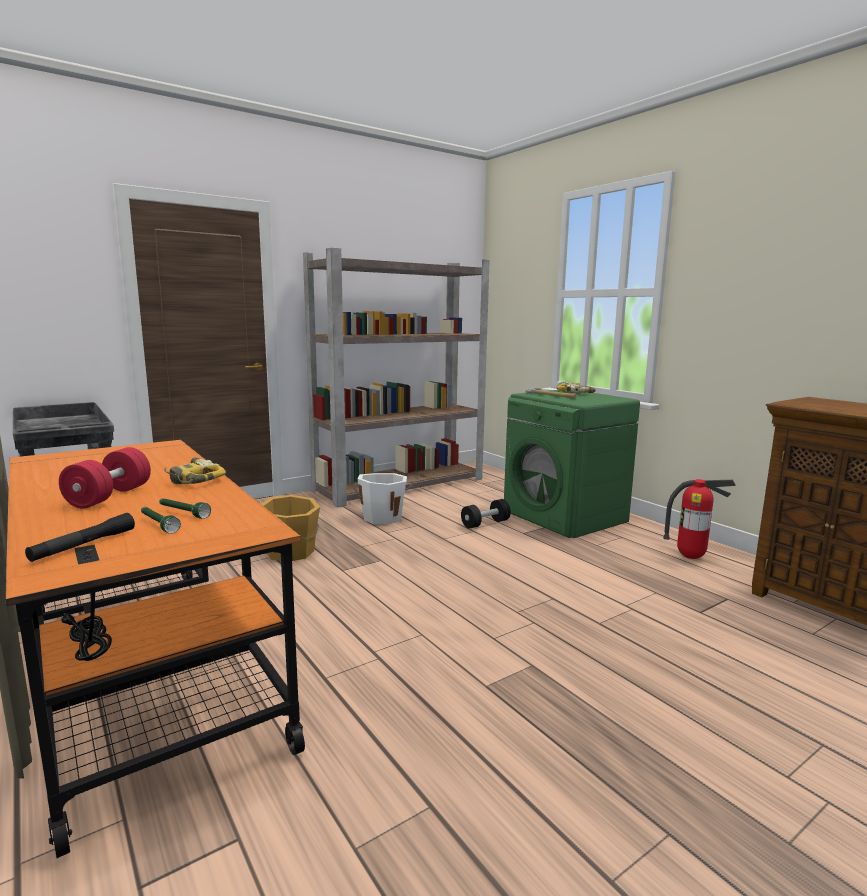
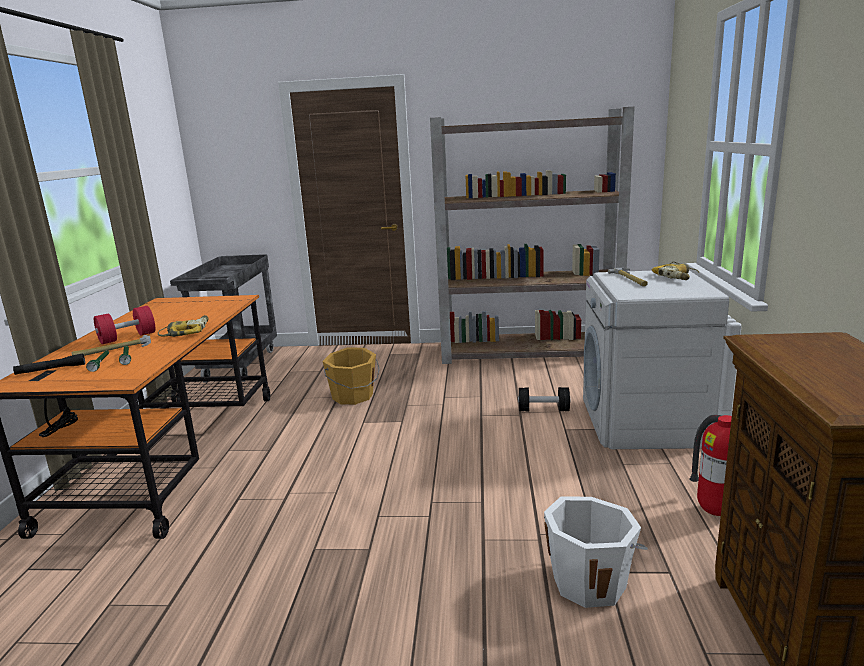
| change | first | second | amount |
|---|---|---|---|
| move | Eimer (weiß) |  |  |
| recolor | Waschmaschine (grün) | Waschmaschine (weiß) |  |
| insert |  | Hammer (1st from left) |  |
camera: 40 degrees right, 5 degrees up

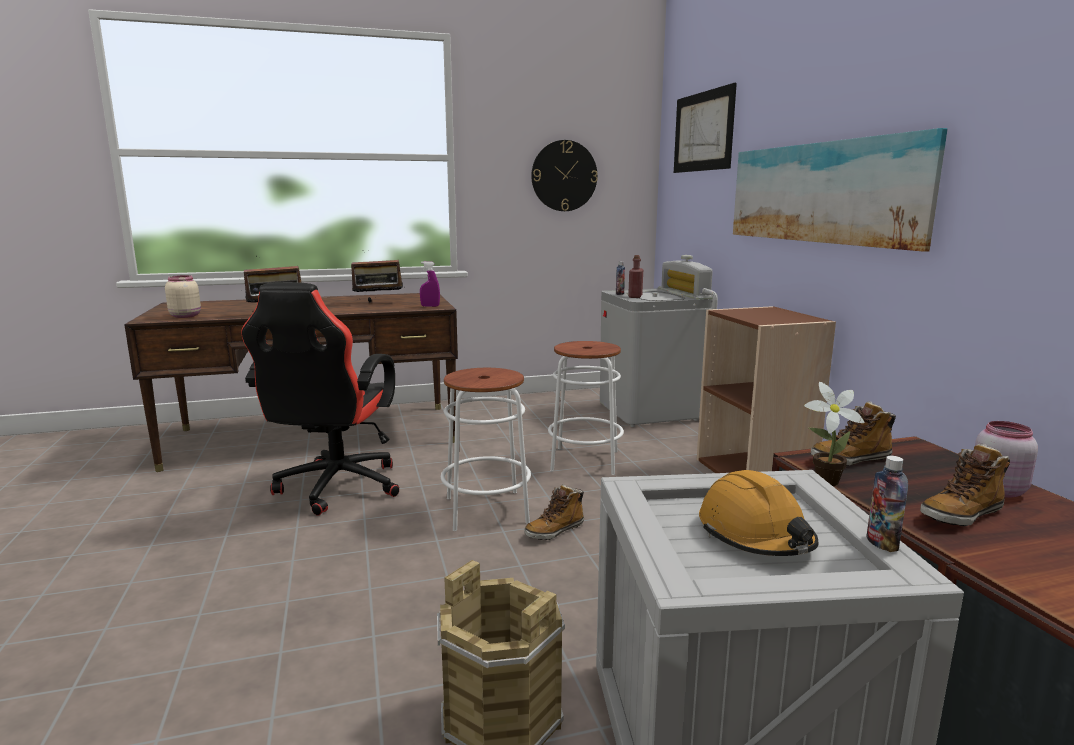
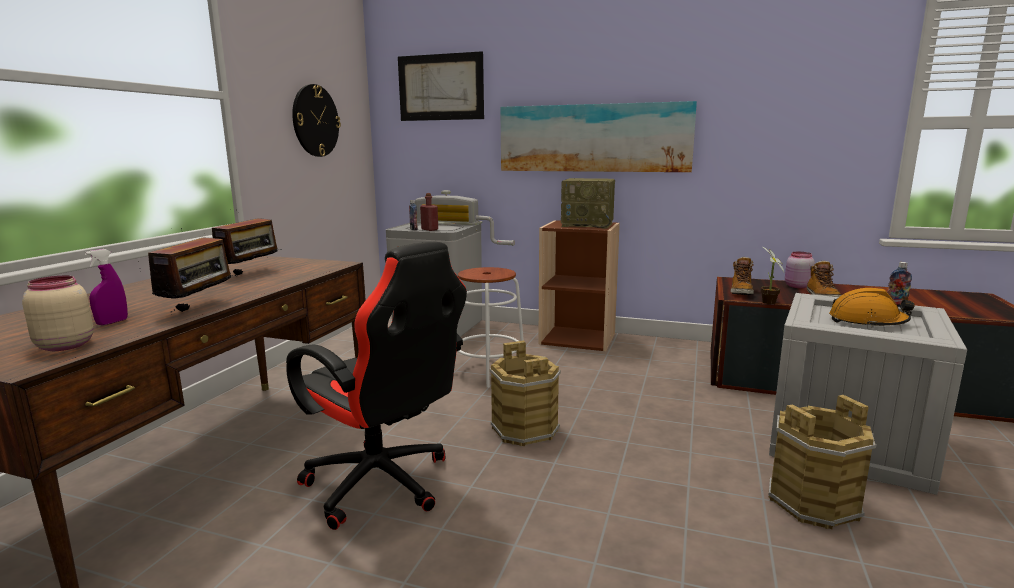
| change | first | second | amount |
|---|---|---|---|
| move | Sprühflasche (lila) |  |  |
| replace | Hocker (weiß) (1st from left) | Eimer (braun) (1st from left) |  |
| delete | Stiefel (1st from left) |  |  |
| insert |  | Radio (3rd from left) |  |
camera: 55 degrees left, 0 degrees up

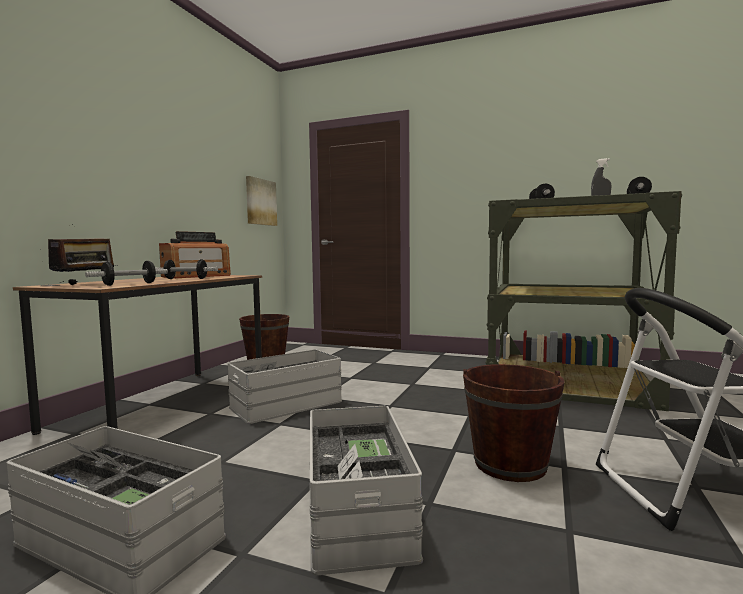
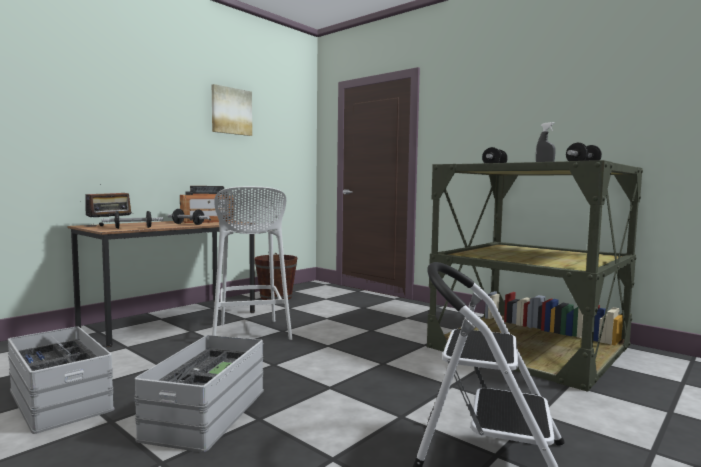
| change | first | second | amount |
|---|---|---|---|
| replace | Aufbewahrungsbox (grau) (2nd from left) | Hocker (weiß) |  |
| move | Bild |  |  |
| delete | Eimer (braun) (2nd from left) |  |  |
camera: 20 degrees right, 0 degrees up

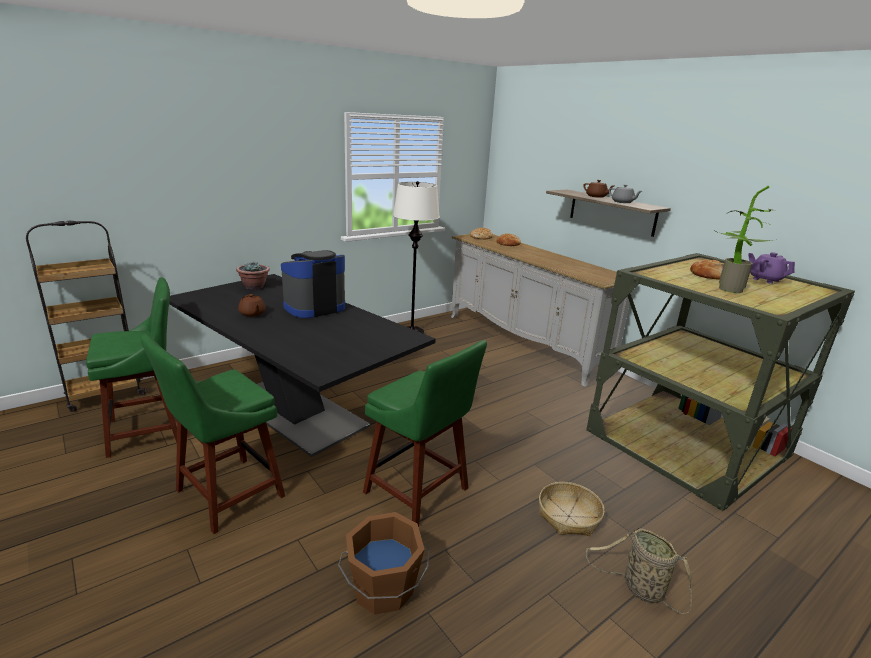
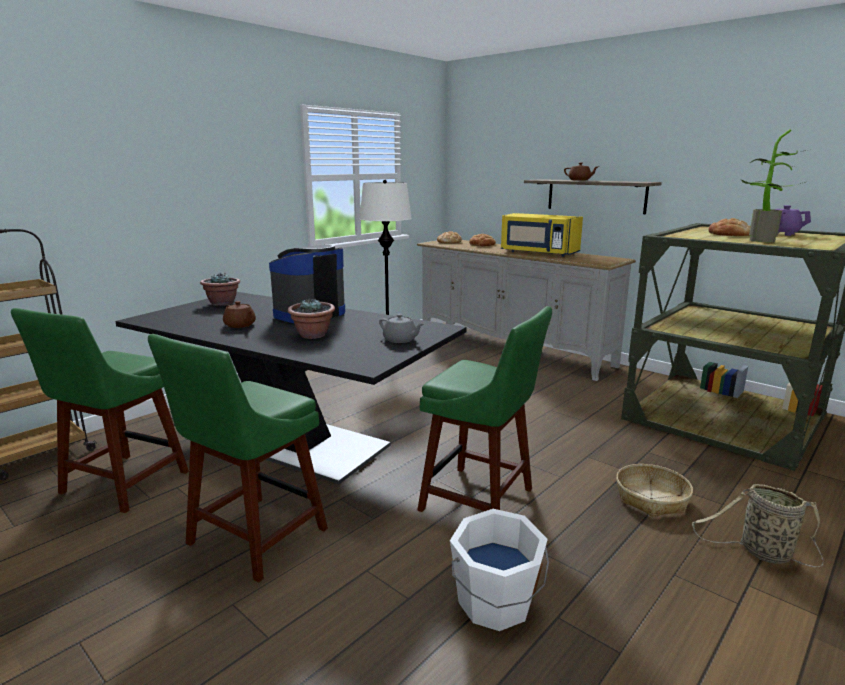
| change | first | second | amount |
|---|---|---|---|
| rotate | Stuhl (grün) (1st from left) |  | 150 degrees clockwise |
| recolor | Eimer (braun) | Eimer (weiß) |  |
| move | Teekanne (grau) |  |  |
| insert |  | Topfpflanze (2nd from left) |  |
| insert |  | Mikrowelle (gelb) |  |
camera: 10 degrees left, 5 degrees down

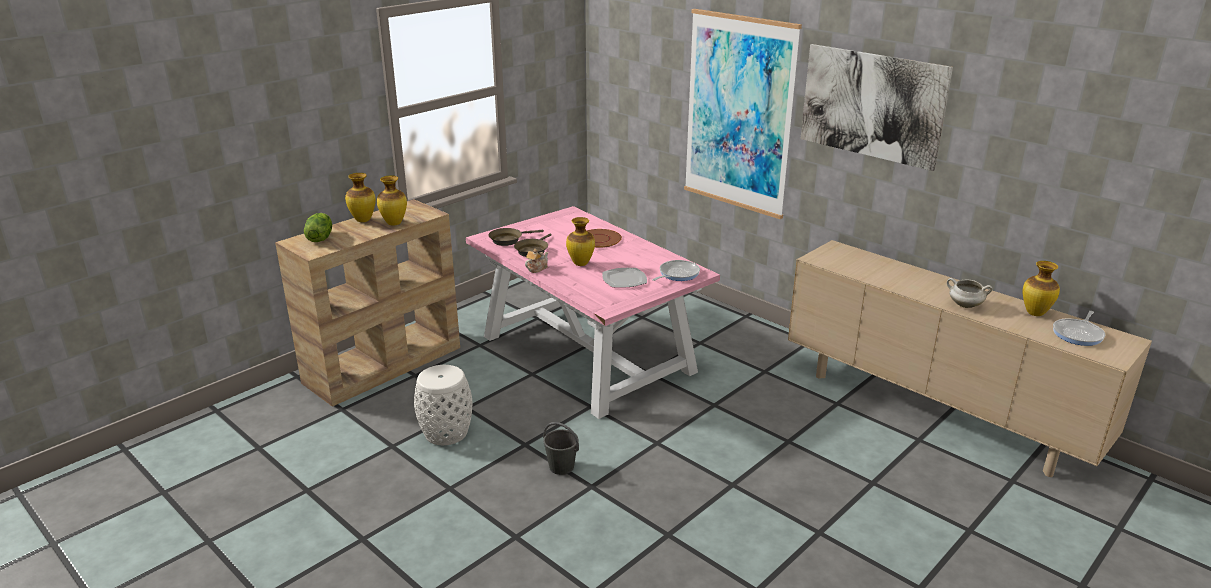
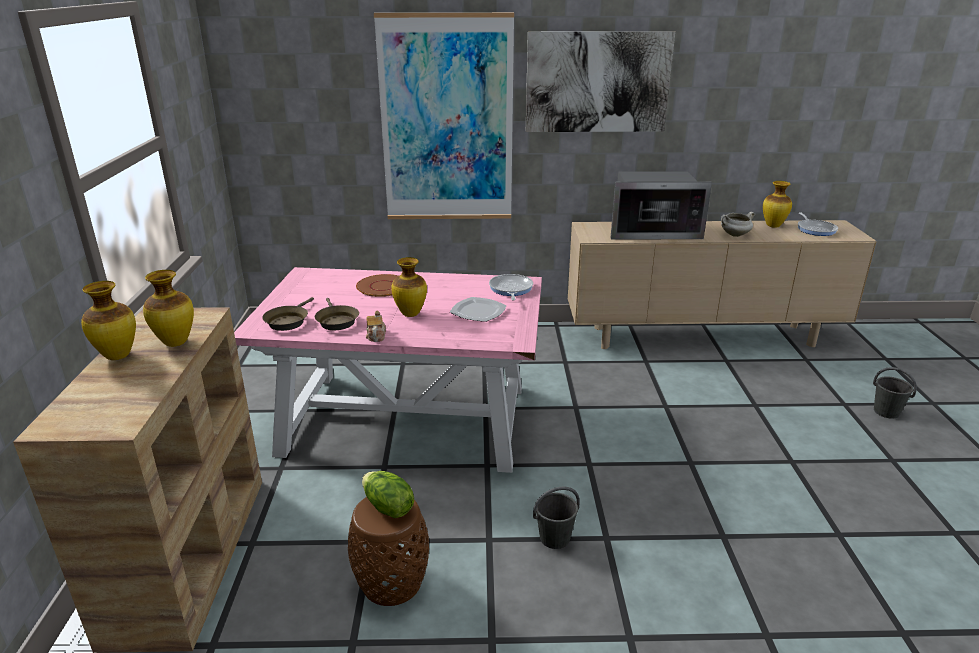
| change | first | second | amount |
|---|---|---|---|
| move | Salatkopf |  |  |
| recolor | Hocker (weiß) | Hocker (braun) |  |
| insert |  | Mikrowelle |  |
| insert |  | Eimer (grau) (2nd from left) |  |
camera: 45 degrees left, 0 degrees up

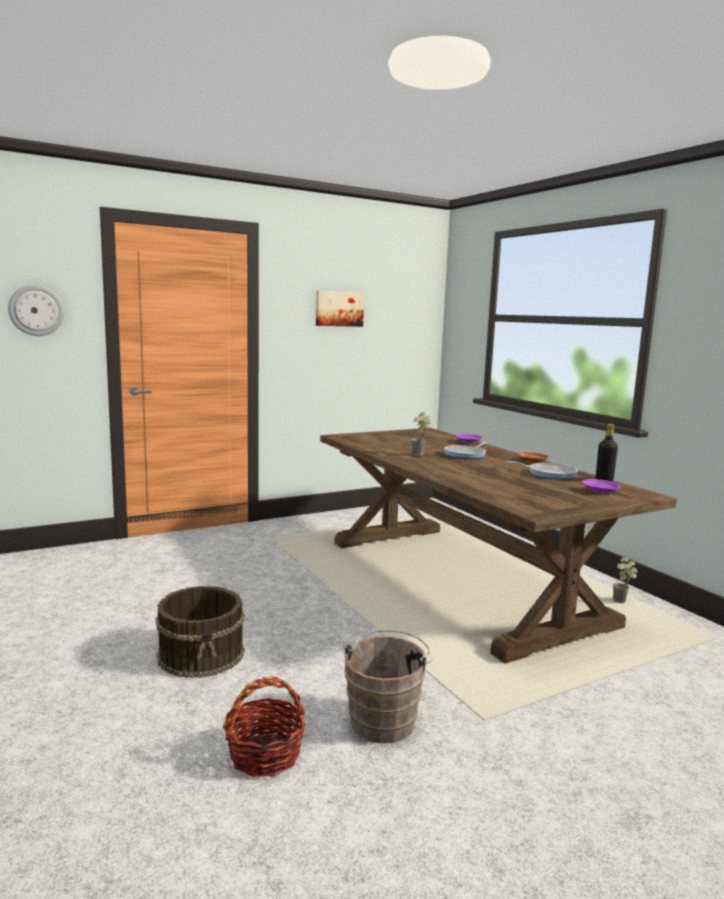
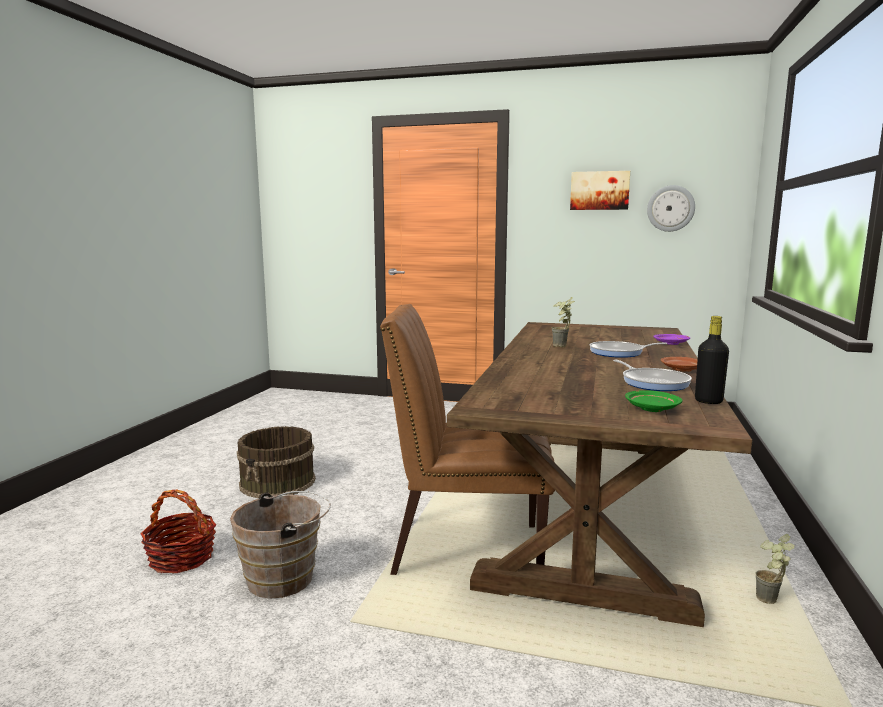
| change | first | second | amount |
|---|---|---|---|
| move | Wanduhr |  |  |
| recolor | Teller (lila) (2nd from left) | Teller (grün) |  |
| insert |  | Stuhl (braun) |  |
camera: 45 degrees right, 0 degrees up

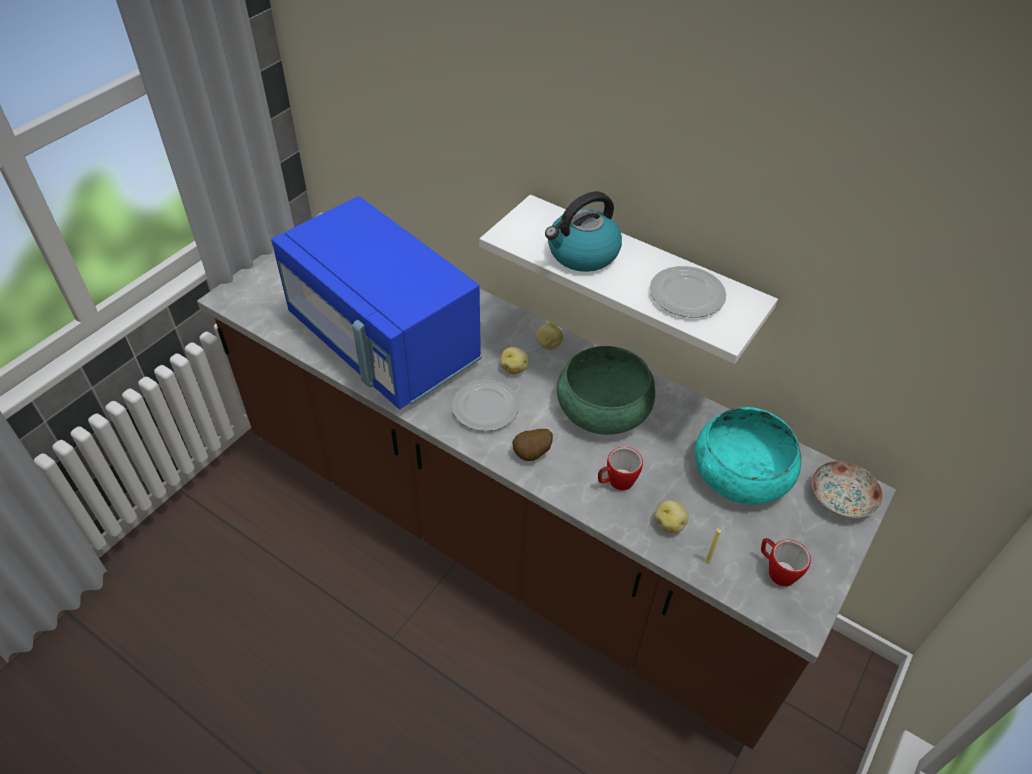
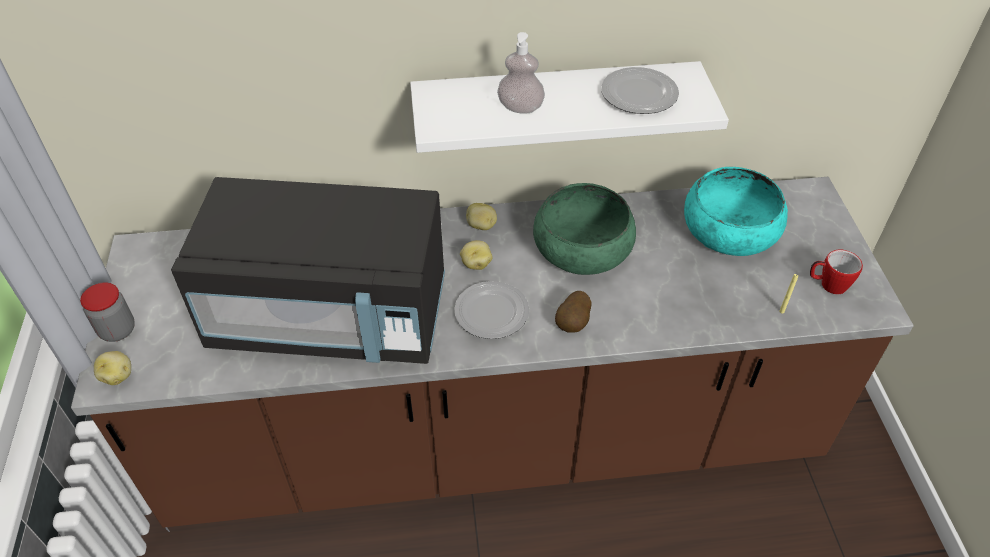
| change | first | second | amount |
|---|---|---|---|
| recolor | Mikrowelle (blau) | Mikrowelle (schwarz) |  |
| replace | Wasserkessel | Seifenspender |  |
| delete | Henkelbecher (1st from left) |  |  |
| move | Kartoffel (4th from left in the first image) | Kartoffel (1st from left) |  |
| delete | Teller (3rd from left) |  |  |
| insert |  | Vorratsglas |  |
camera: 40 degrees left, 0 degrees up

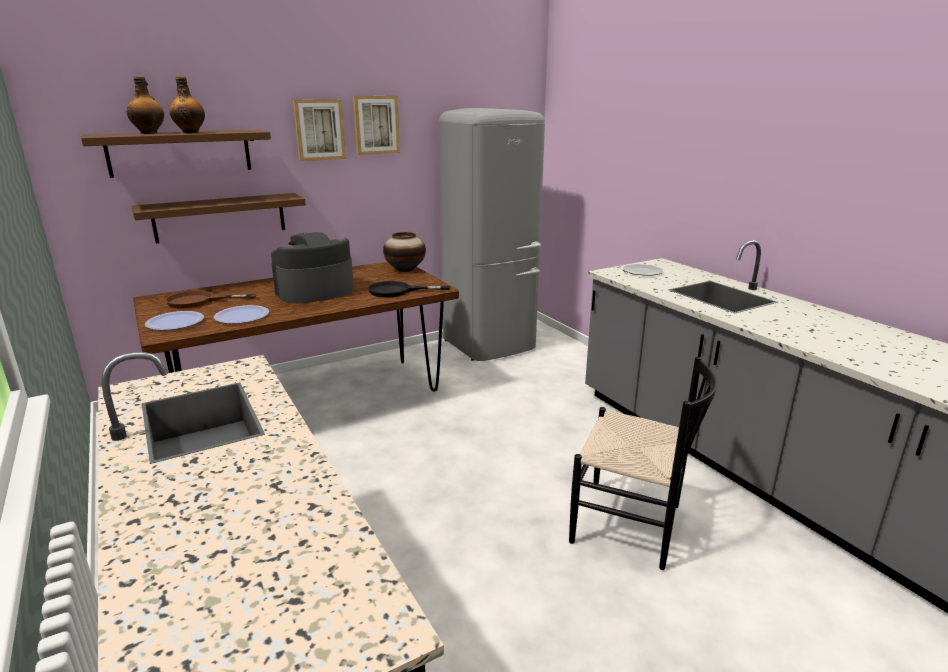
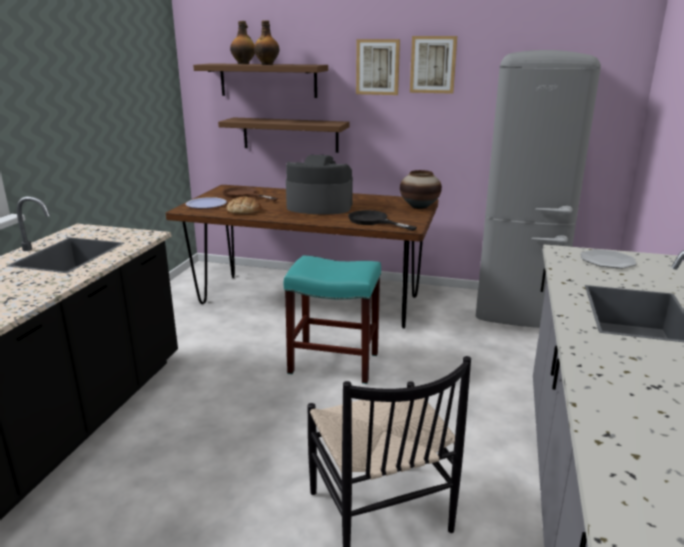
| change | first | second | amount |
|---|---|---|---|
| replace | Teller (2nd from left) | Brot |  |
| insert |  | Hocker (türkis) |  |
camera: 45 degrees right, 0 degrees up

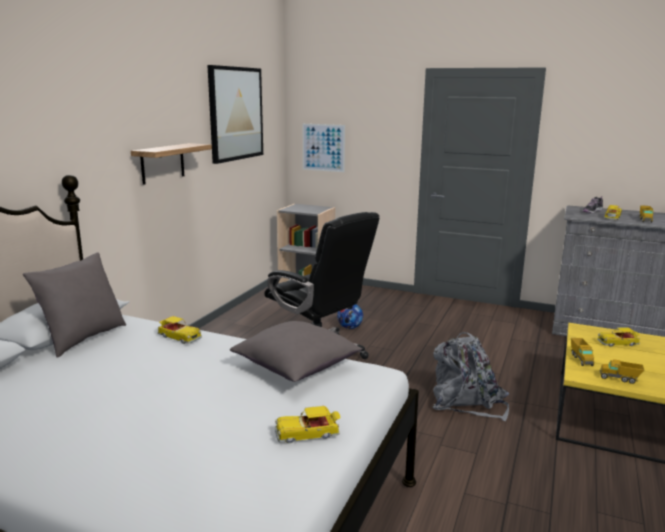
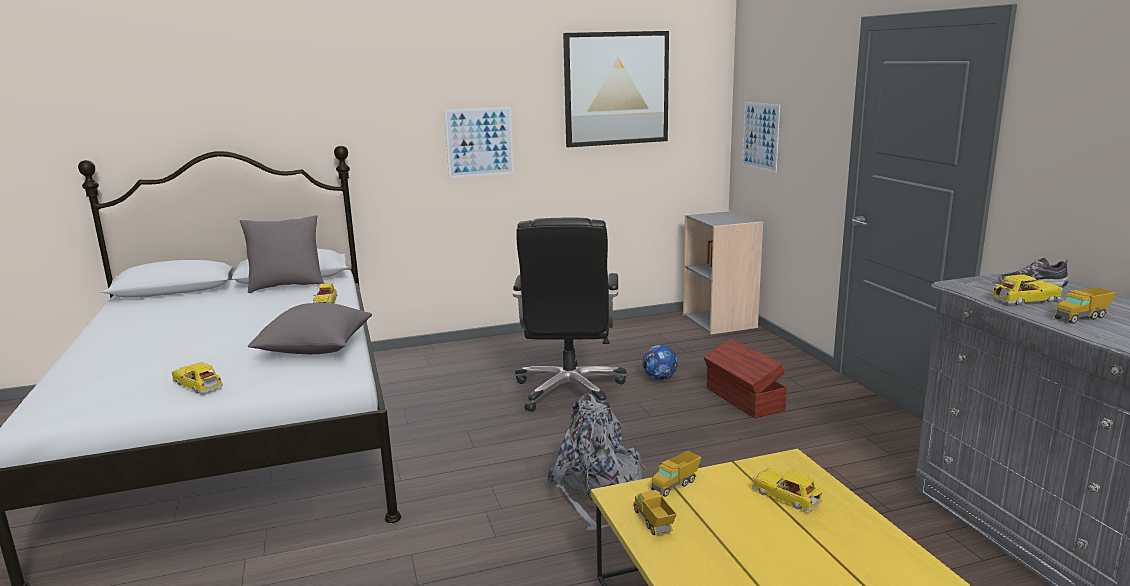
| change | first | second | amount |
|---|---|---|---|
| replace | Wandregal | Bild (1st from left) |  |
| insert |  | Aufbewahrungsbox (braun) |  |
camera: 50 degrees right, 0 degrees up

